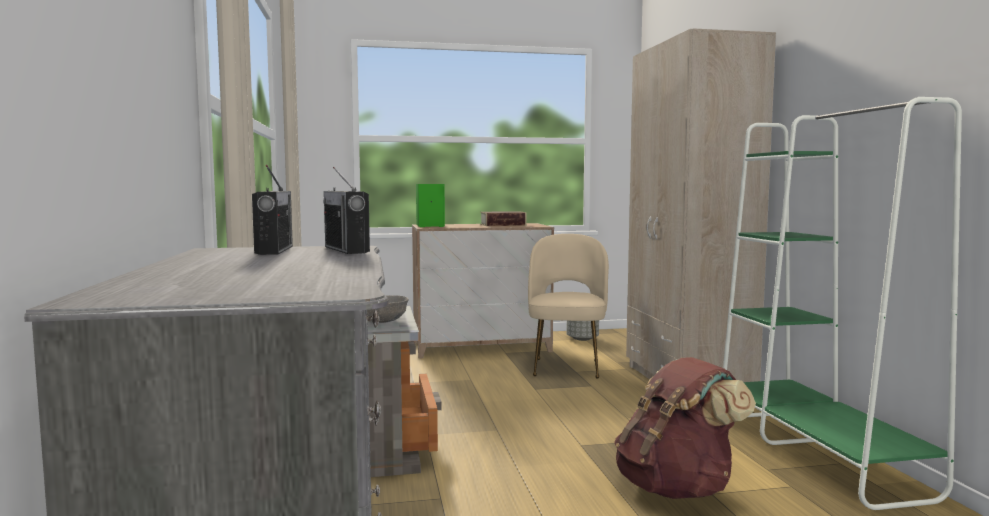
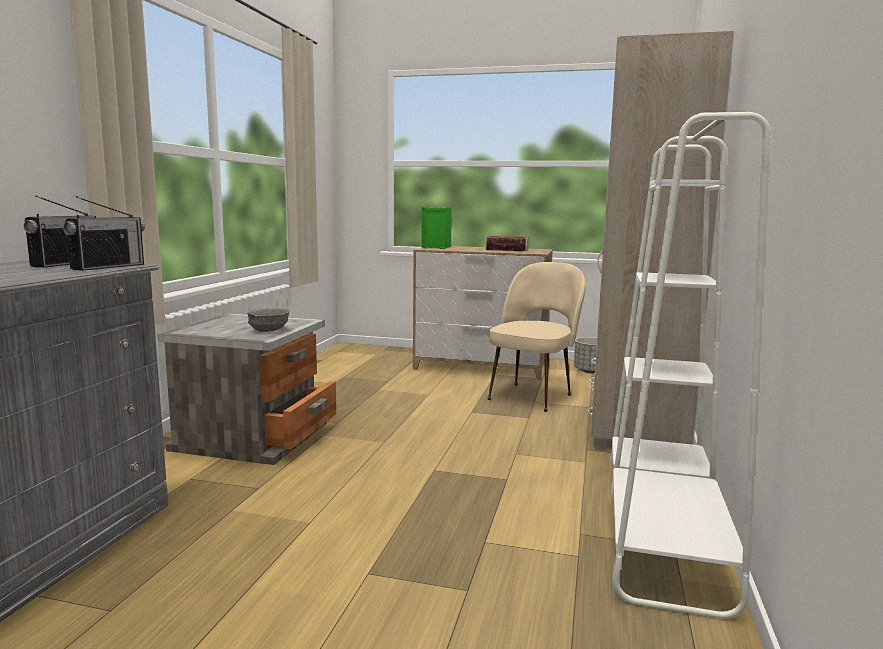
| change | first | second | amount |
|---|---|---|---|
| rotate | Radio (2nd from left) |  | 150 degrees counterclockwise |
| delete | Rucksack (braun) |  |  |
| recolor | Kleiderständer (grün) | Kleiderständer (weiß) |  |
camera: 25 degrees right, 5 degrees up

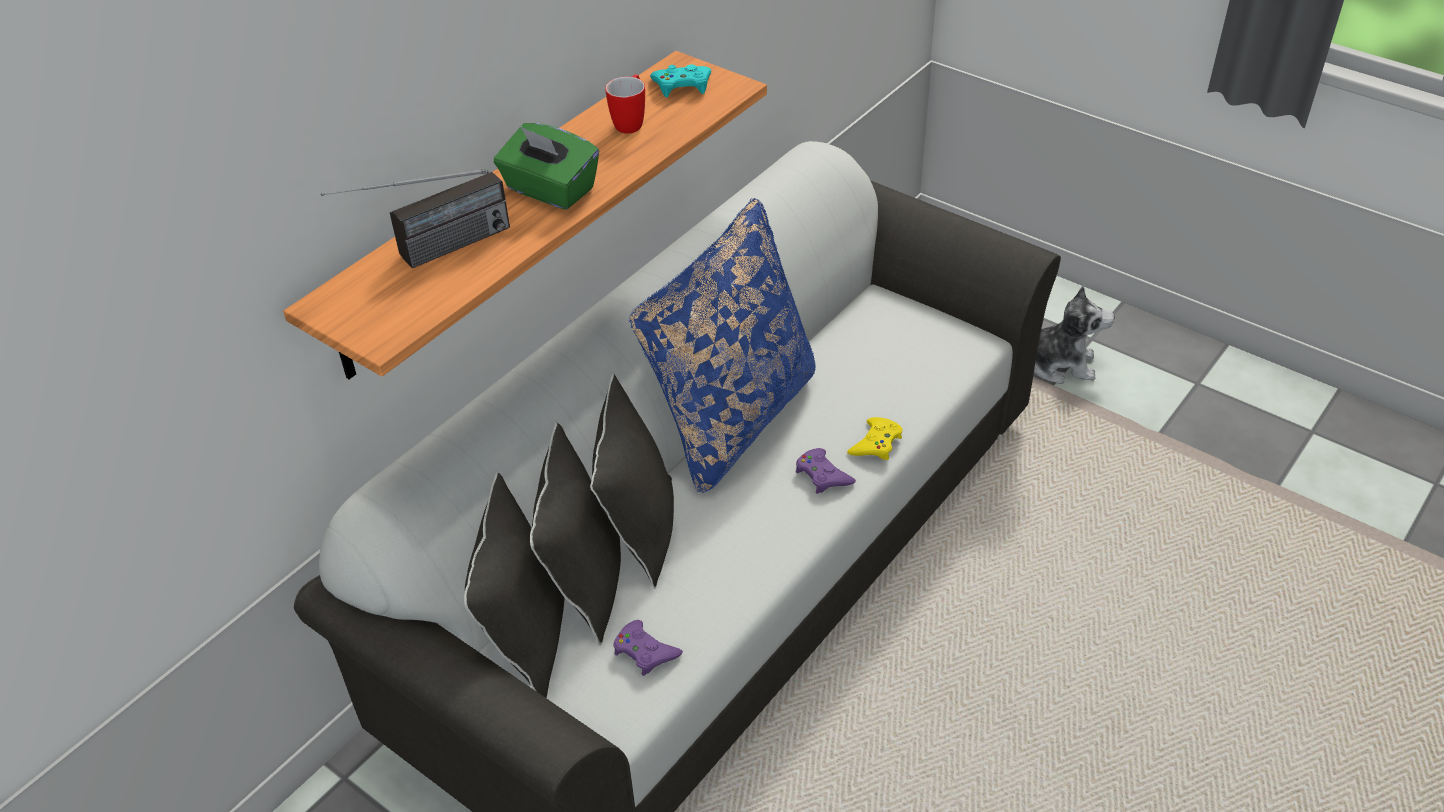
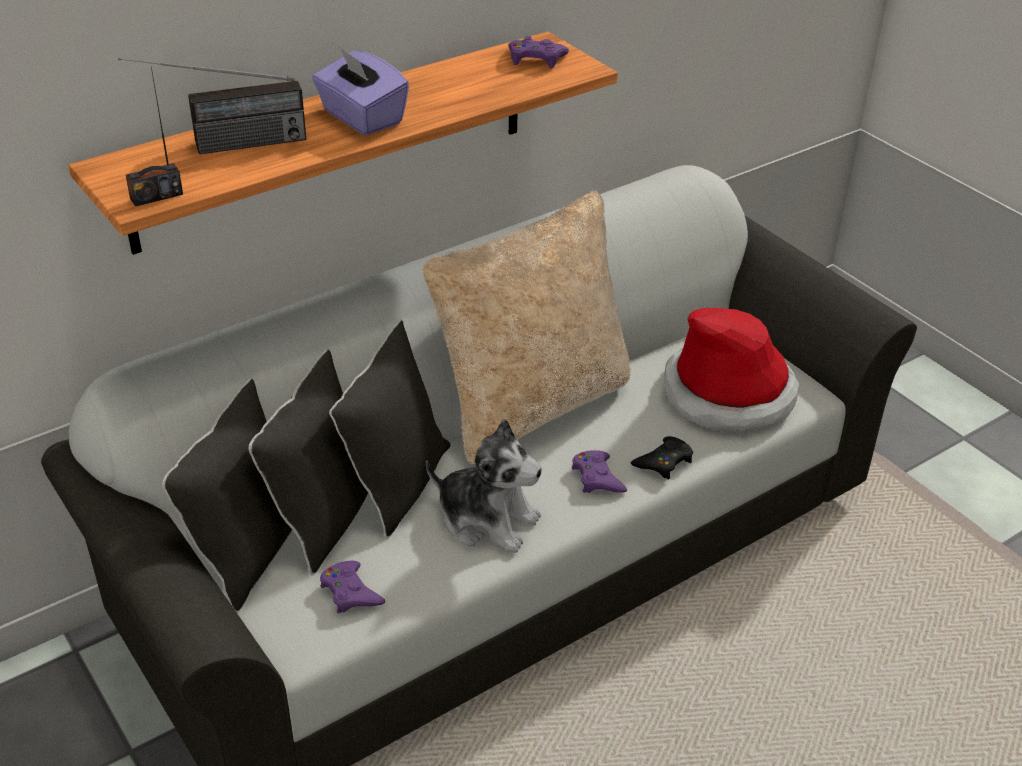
| change | first | second | amount |
|---|---|---|---|
| recolor | Taschentuchbox (grün) | Taschentuchbox (lila) |  |
| delete | Henkelbecher |  |  |
| recolor | Kissen (blau) | Kissen (beige) |  |
| recolor | Gamepad (türkis) | Gamepad (lila) (2nd from left) |  |
| recolor | Gamepad (gelb) | Gamepad (schwarz) |  |
| move | Plüschtier |  |  |
| insert |  | Radio (1st from left) |  |
| insert |  | Hut |  |
camera: 15 degrees right, 5 degrees down

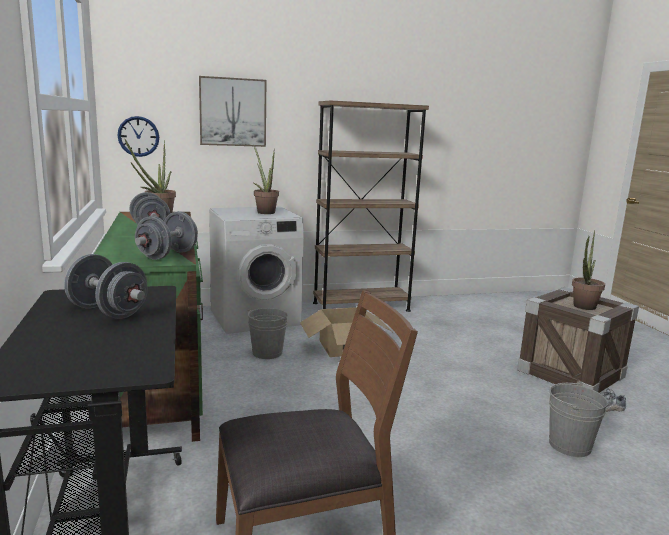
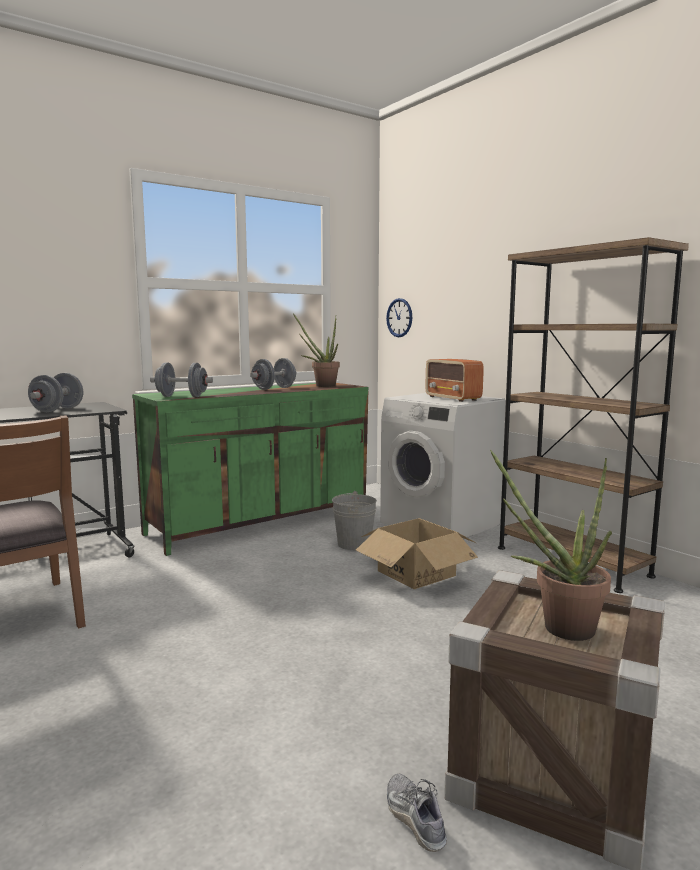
| change | first | second | amount |
|---|---|---|---|
| delete | Bild |  |  |
| replace | Topfpflanze (2nd from left) | Radio |  |
| delete | Eimer (grau) (2nd from left) |  |  |
camera: 70 degrees right, 5 degrees down

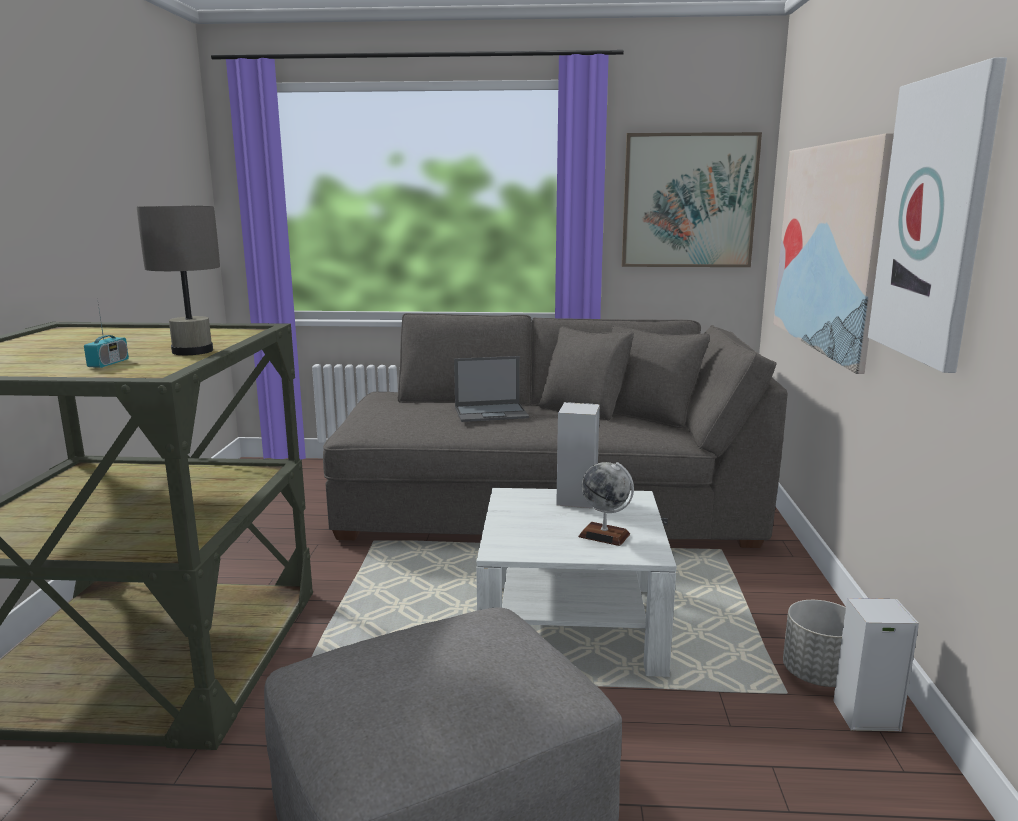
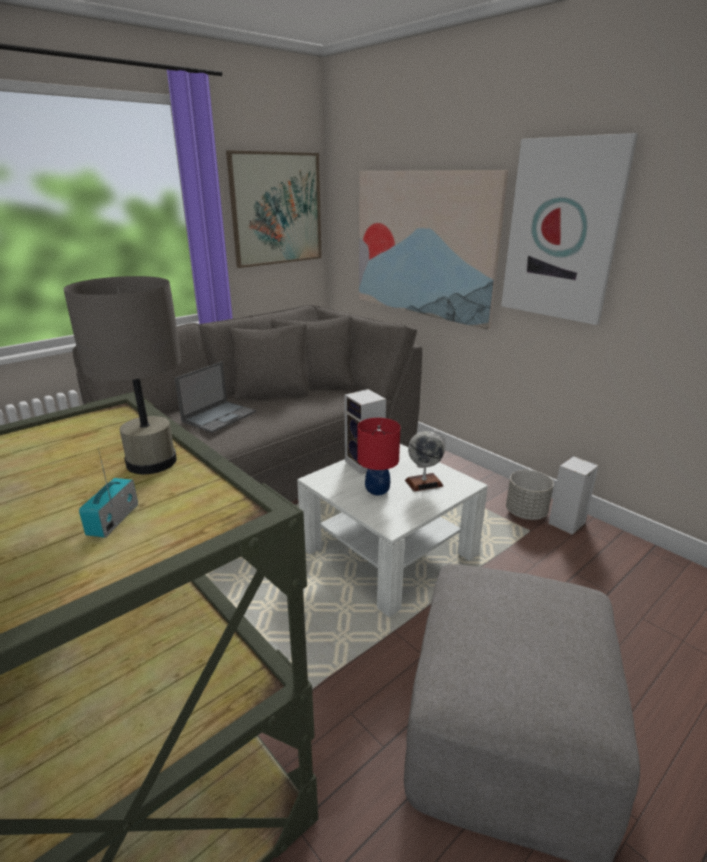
| change | first | second | amount |
|---|---|---|---|
| rotate | Radio |  | 135 degrees counterclockwise |
| insert |  | Tischlampe (rot) |  |
camera: 45 degrees left, 10 degrees up

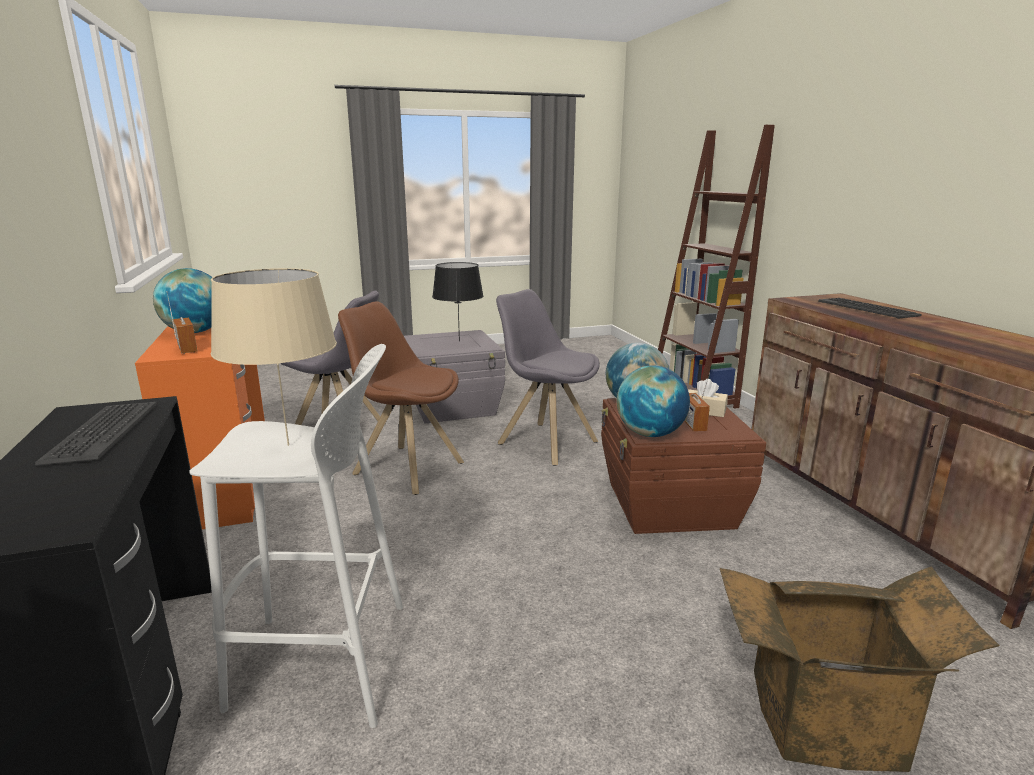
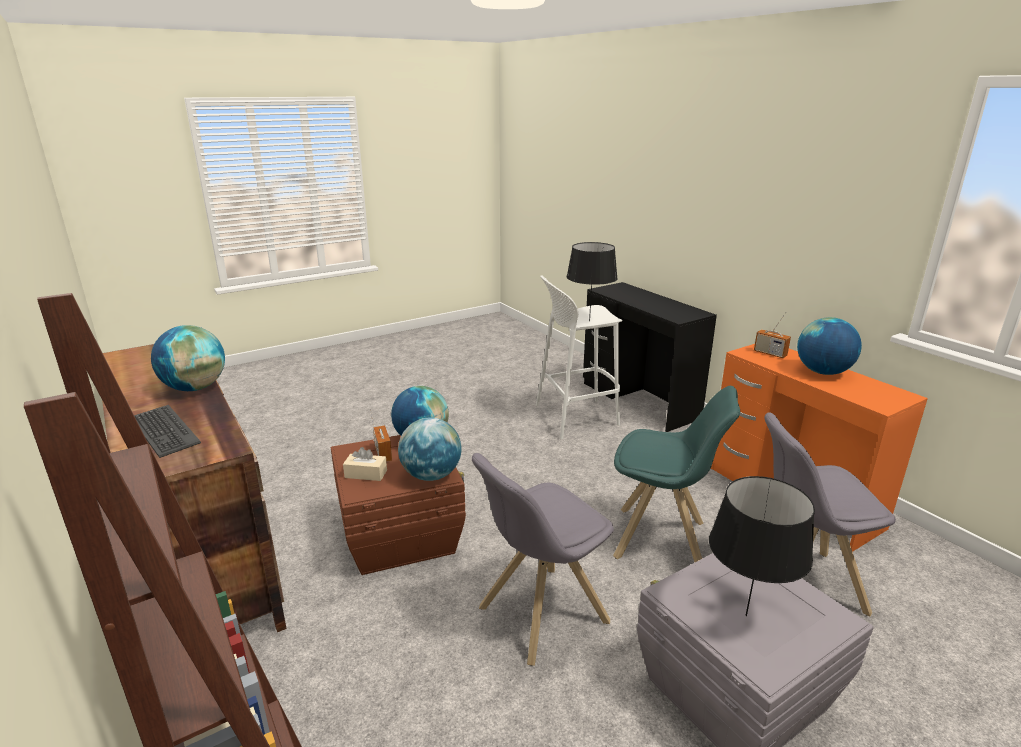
| change | first | second | amount |
|---|---|---|---|
| delete | Tastatur (1st from left) |  |  |
| recolor | Tischlampe (beige) | Tischlampe (schwarz) (1st from left) |  |
| recolor | Stuhl (braun) | Stuhl (türkis) |  |
| rotate | Stuhl (grau) (2nd from left in the first image) | Stuhl (grau) (1st from left) | 120 degrees clockwise |
| delete | Karton |  |  |
| insert |  | Globus (1st from left) |  |
camera: 165 degrees right, 5 degrees up

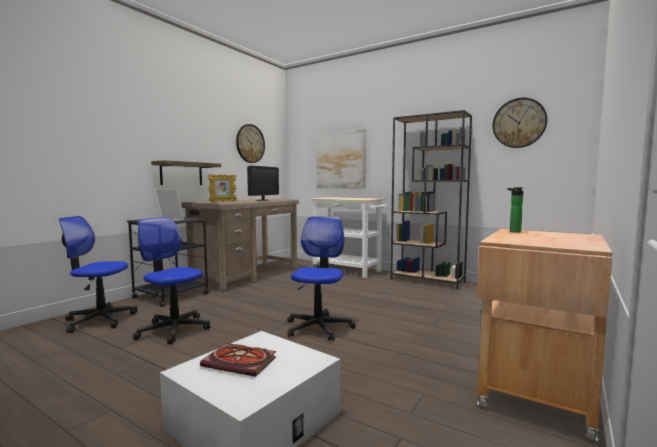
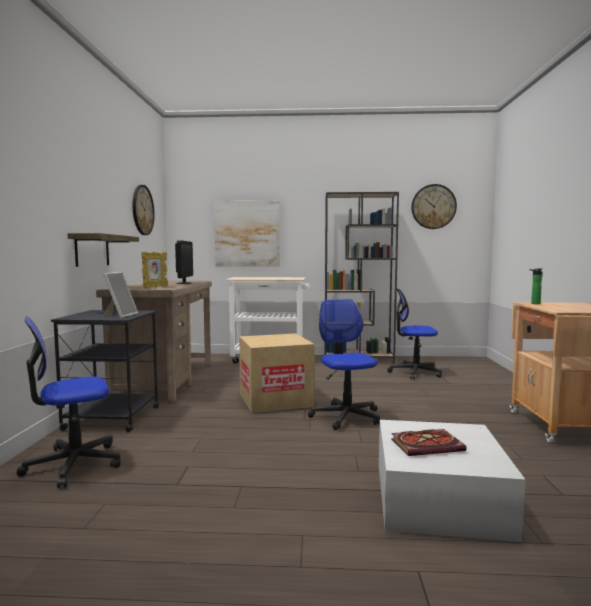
| change | first | second | amount |
|---|---|---|---|
| move | Bürostuhl (2nd from left in the first image) | Bürostuhl (3rd from left) |  |
| insert |  | Karton |  |
camera: 30 degrees left, 0 degrees up

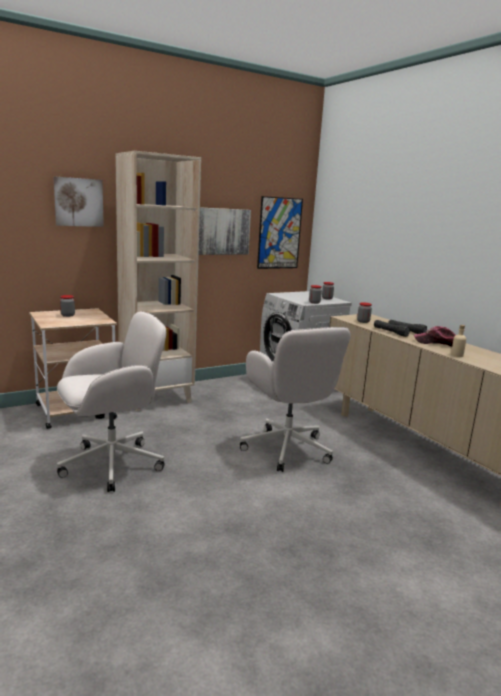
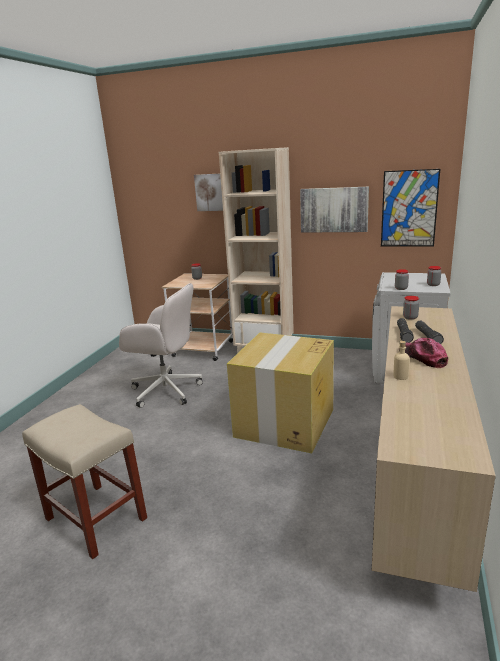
| change | first | second | amount |
|---|---|---|---|
| replace | Bürostuhl (weiß) (2nd from left) | Karton |  |
| insert |  | Hocker (beige) |  |
camera: 50 degrees right, 5 degrees up

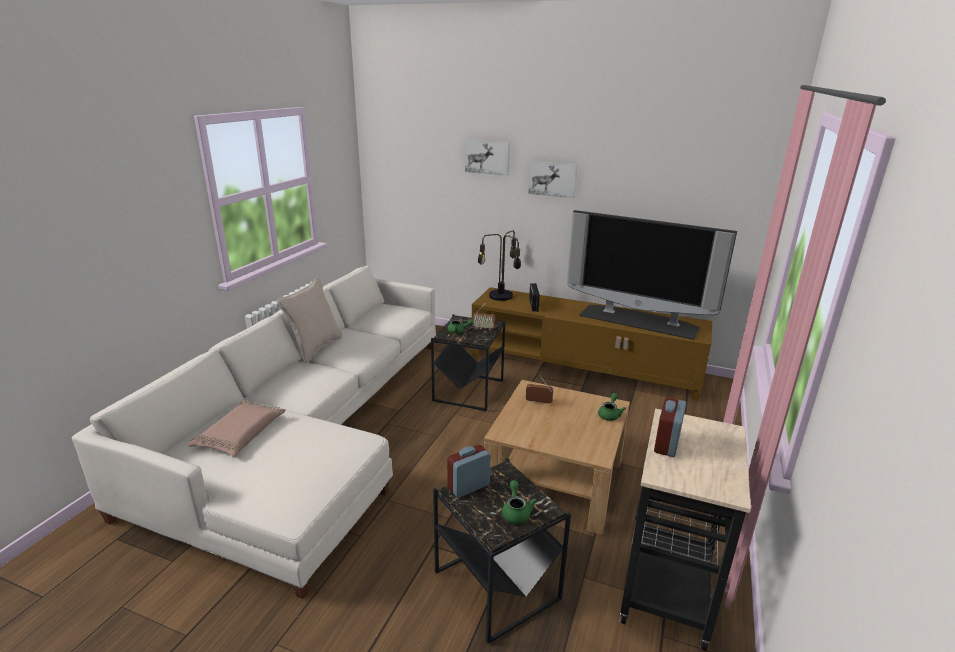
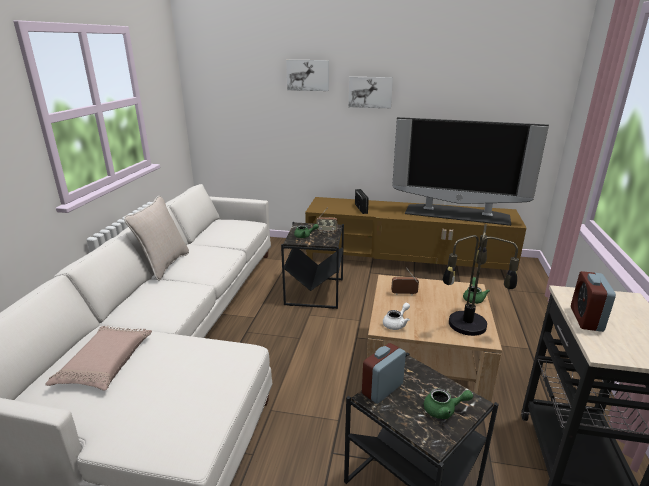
| change | first | second | amount |
|---|---|---|---|
| move | Tischlampe |  |  |
| rotate | Teekanne (grün) (2nd from left) |  | 105 degrees clockwise |
| insert |  | Teekanne (weiß) |  |
camera: 10 degrees left, 0 degrees up

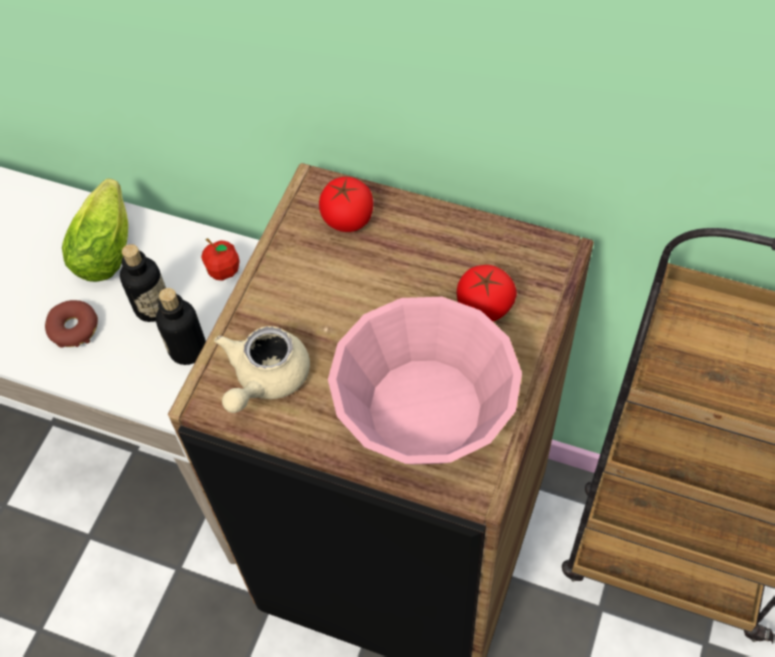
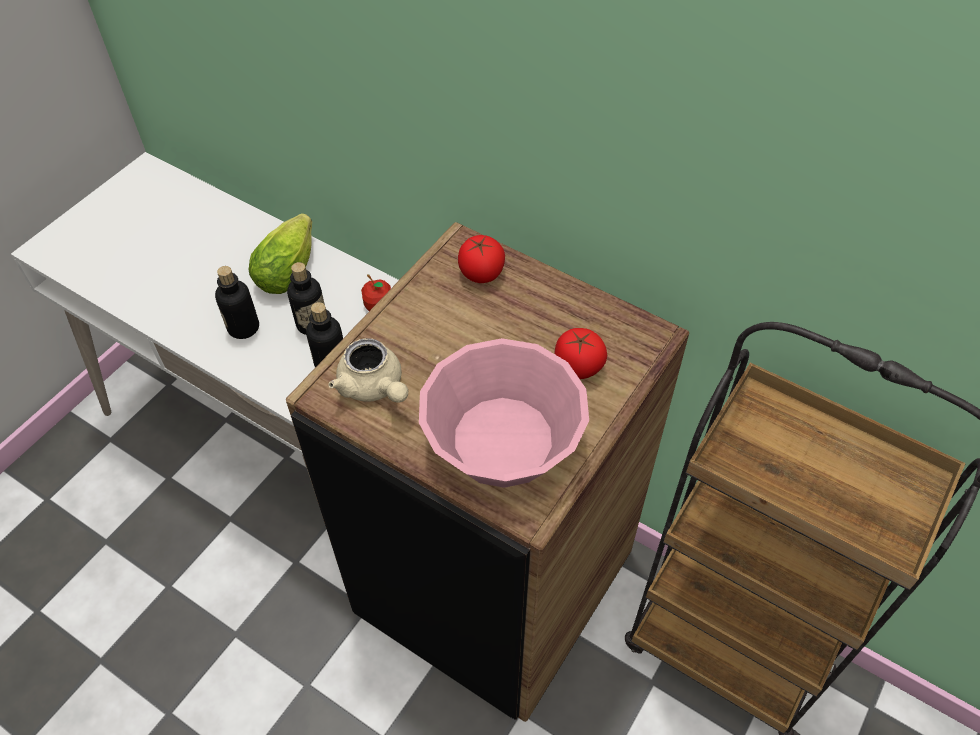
| change | first | second | amount |
|---|---|---|---|
| replace | Donut | Flasche (1st from left) |  |
| rotate | Teekanne (beige) |  | 75 degrees counterclockwise |
camera: 10 degrees right, 5 degrees down

